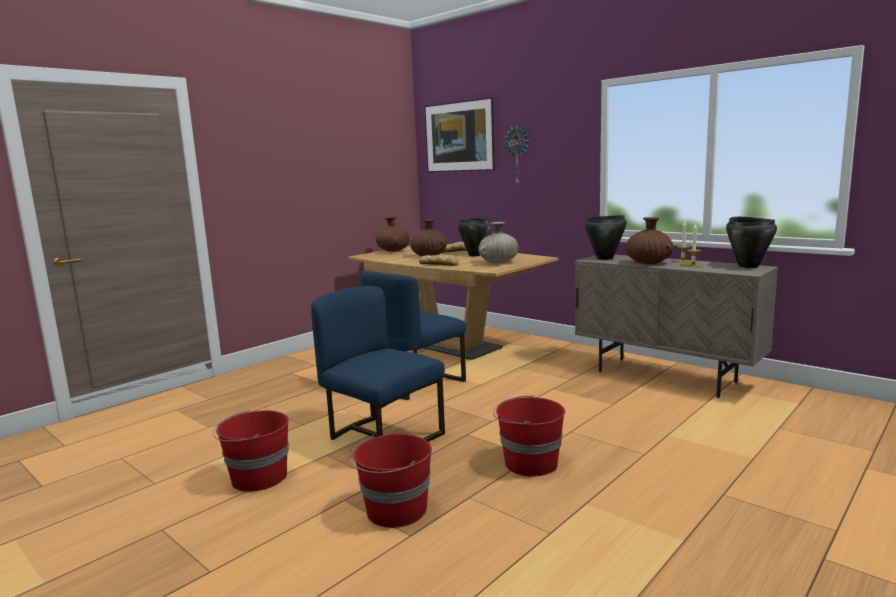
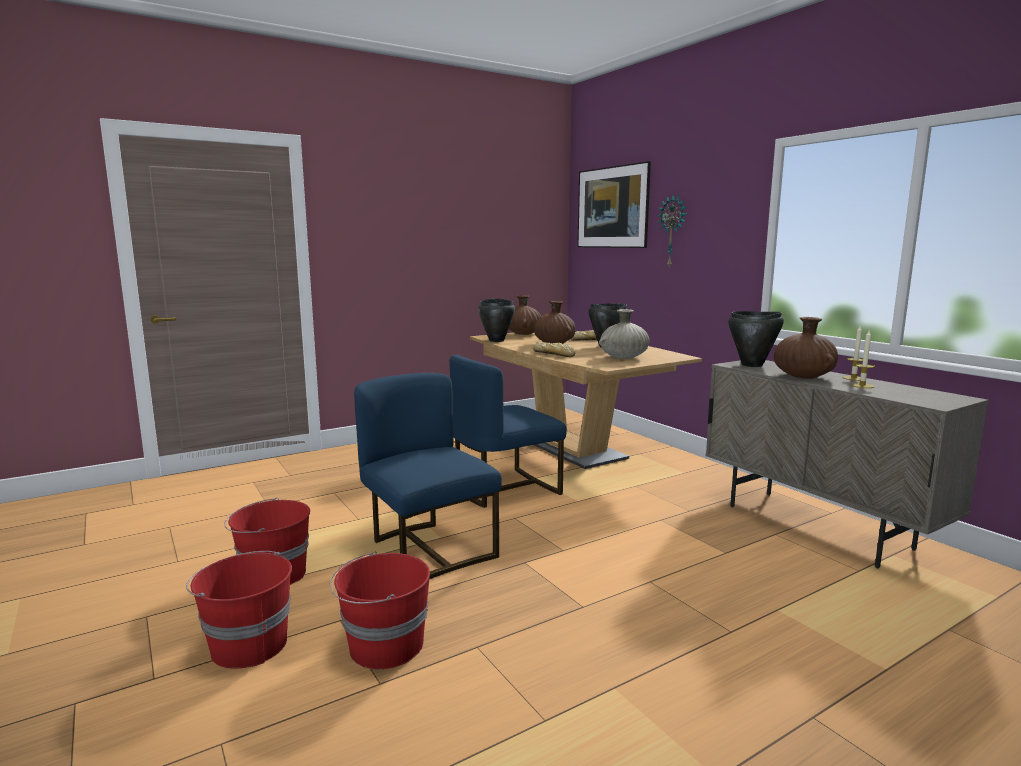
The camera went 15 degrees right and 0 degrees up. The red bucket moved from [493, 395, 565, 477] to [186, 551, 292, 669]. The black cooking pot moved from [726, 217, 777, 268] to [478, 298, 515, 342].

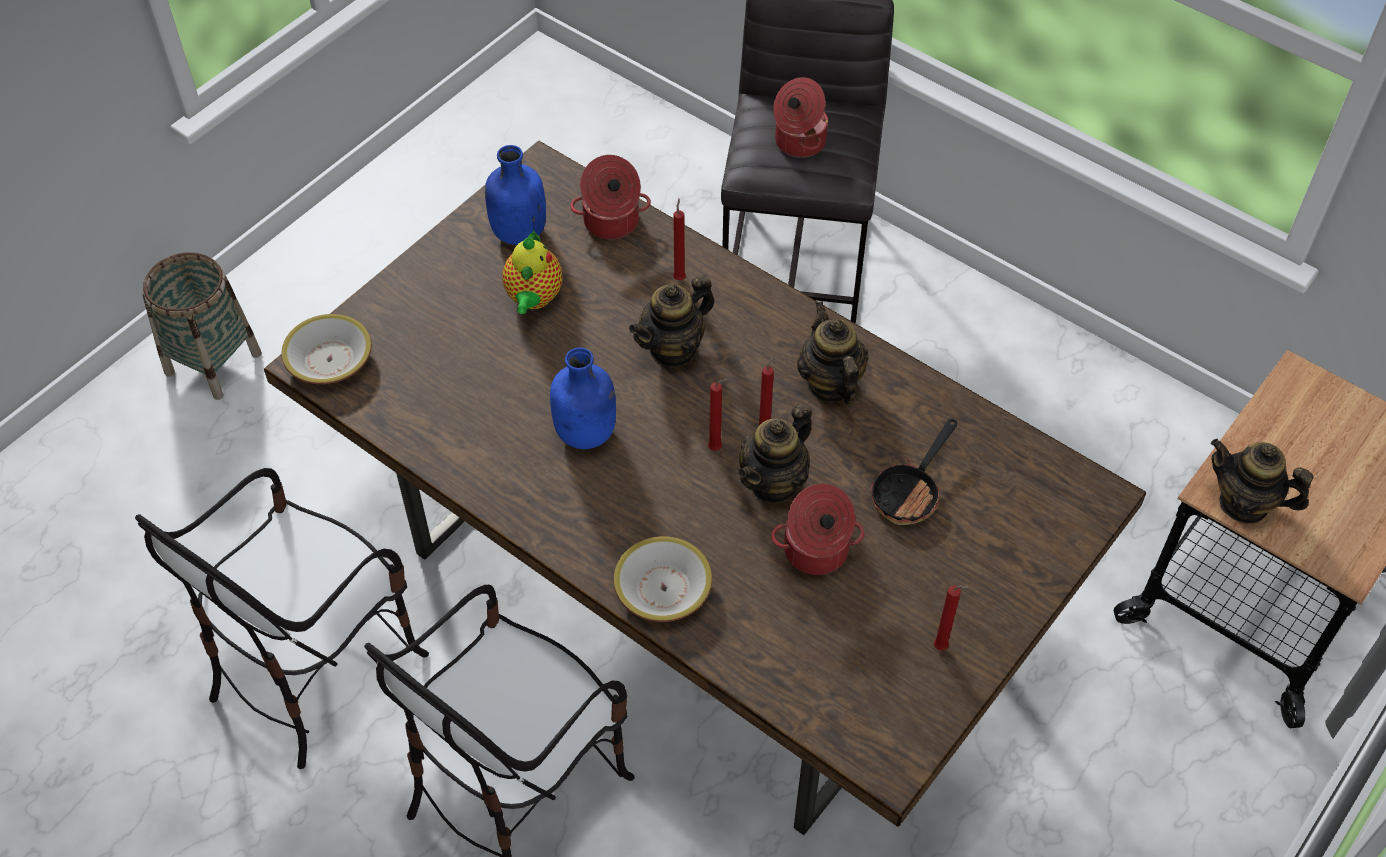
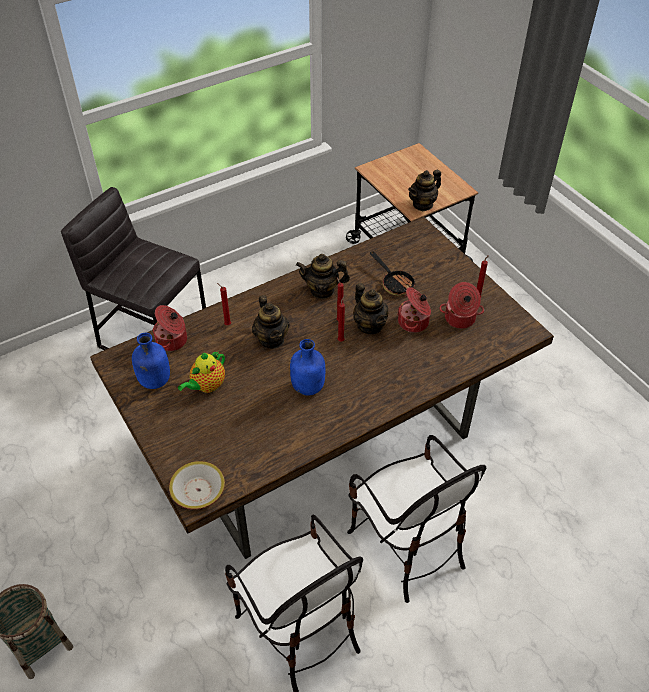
The camera went 70 degrees left and 5 degrees down. The teapot at [503, 230, 562, 314] turned 105 degrees clockwise. The cooking pot moved from [773, 77, 829, 158] to [439, 282, 484, 329]. The bowl at [613, 536, 712, 622] disappeared.

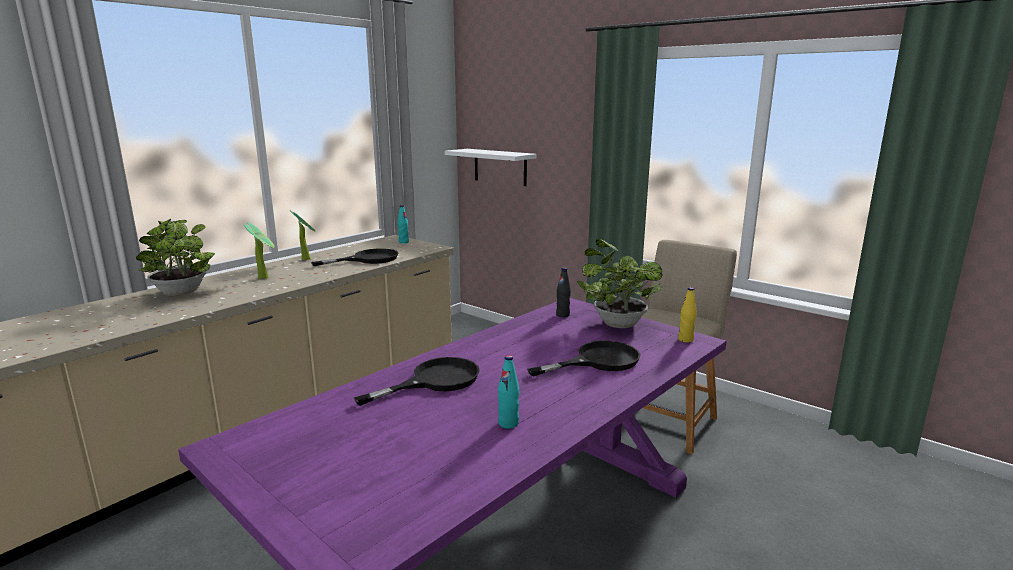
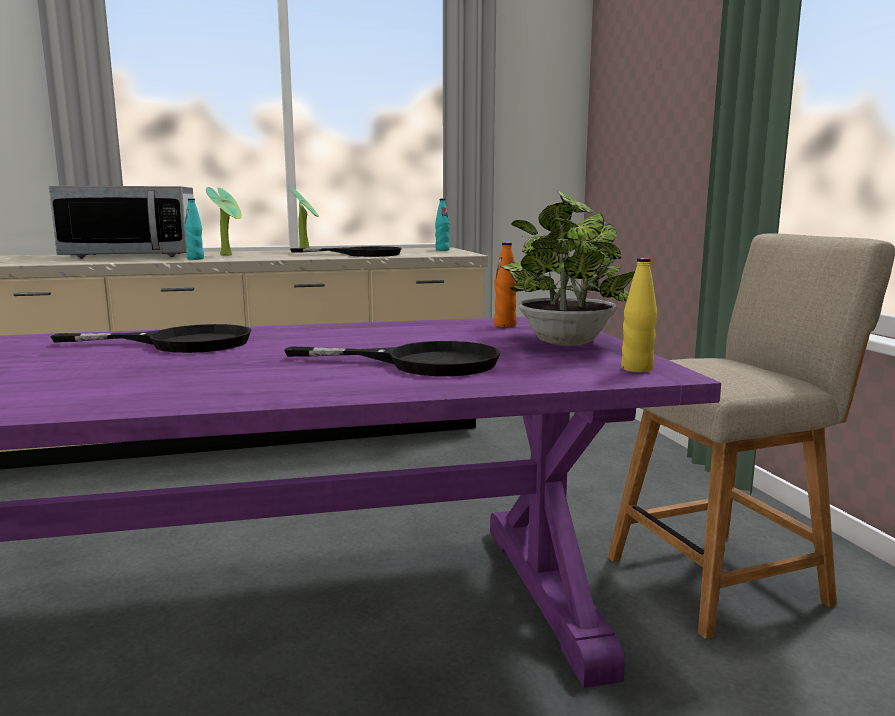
The camera went 35 degrees right and 5 degrees down. The potted plant at [136, 219, 215, 296] was replaced by the microwave at [48, 186, 194, 258]. The turquoise bottle moved from [498, 355, 519, 429] to [184, 198, 204, 260]. The black bottle at [556, 267, 571, 317] became the orange bottle at [494, 242, 517, 327]. The white shelf at [445, 149, 537, 186] disappeared.

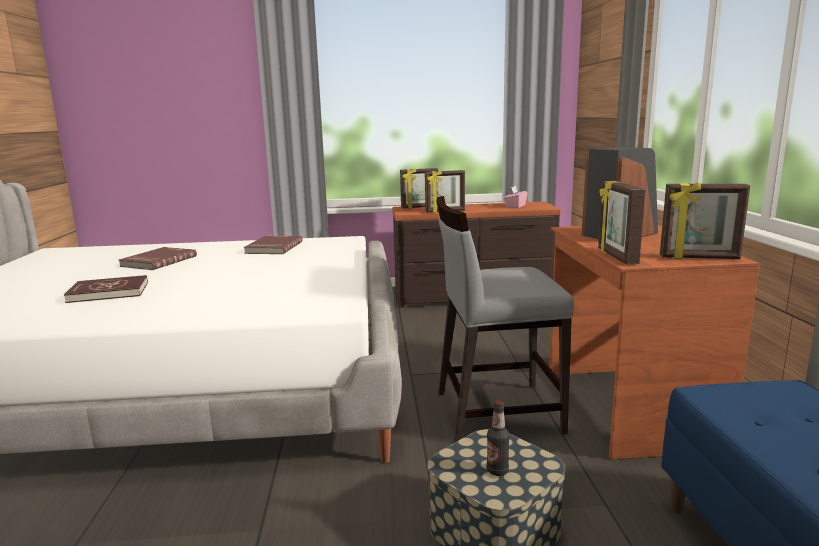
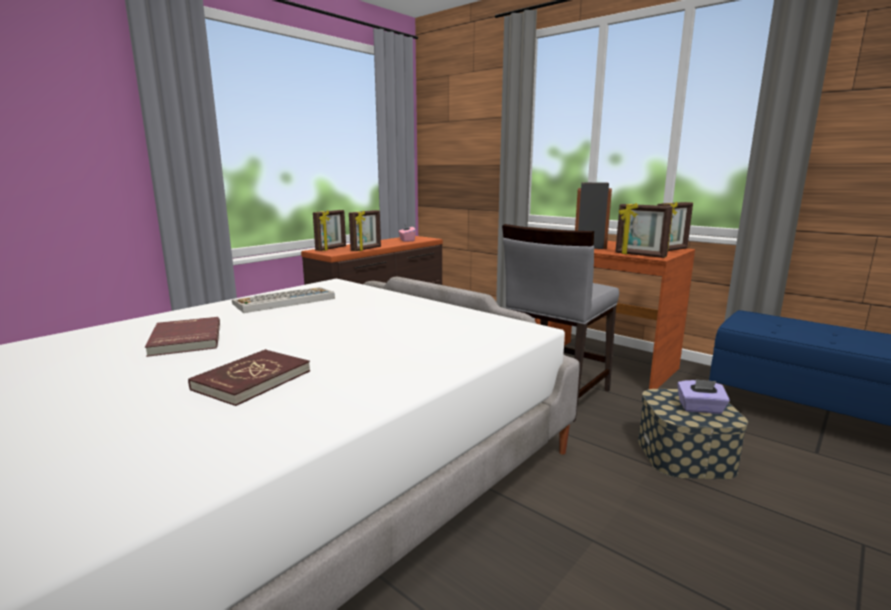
The camera went 45 degrees left and 0 degrees up. The red book at [244, 236, 303, 254] was replaced by the keyboard at [232, 287, 335, 313]. The bottle at [486, 400, 510, 476] was replaced by the purple tissue box at [677, 379, 730, 414].

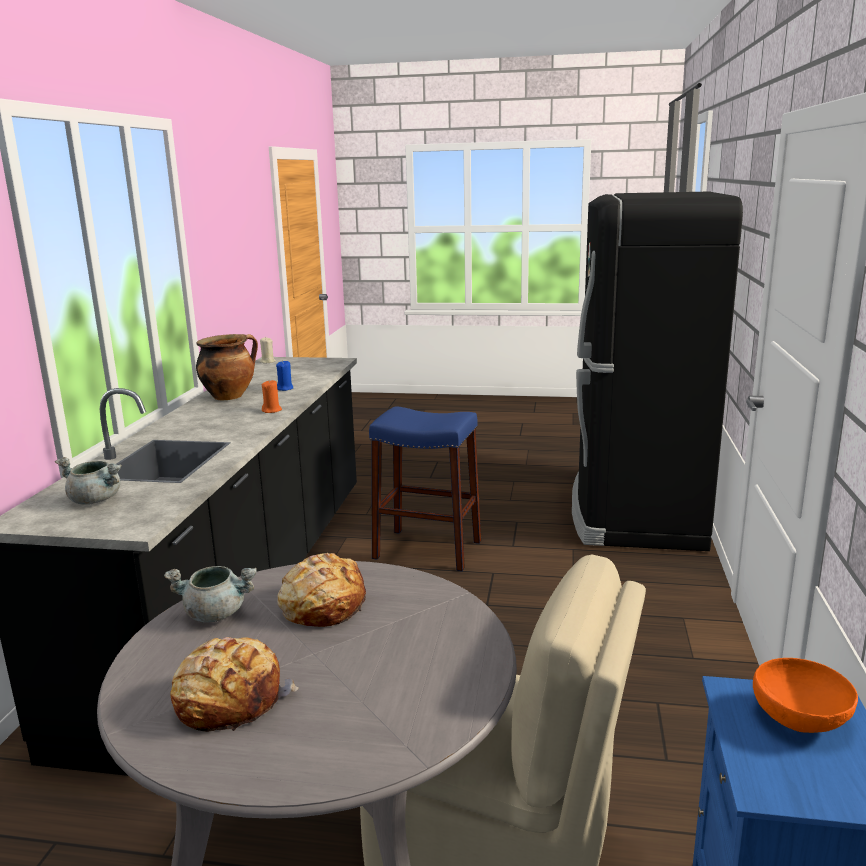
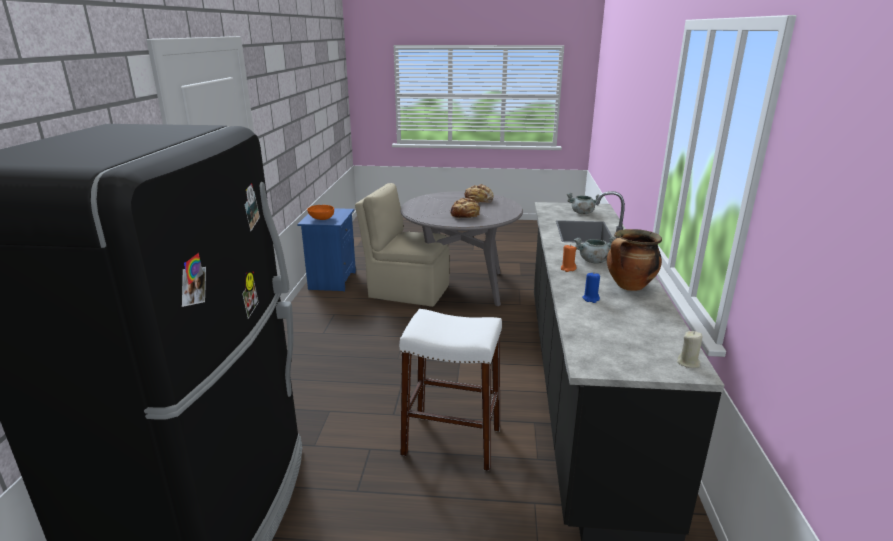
The camera went 175 degrees right and 5 degrees up. The blue stool at [369, 406, 481, 571] became the white stool at [399, 309, 502, 471]. The grey cooking pot moved from [164, 566, 257, 623] to [574, 237, 616, 263].

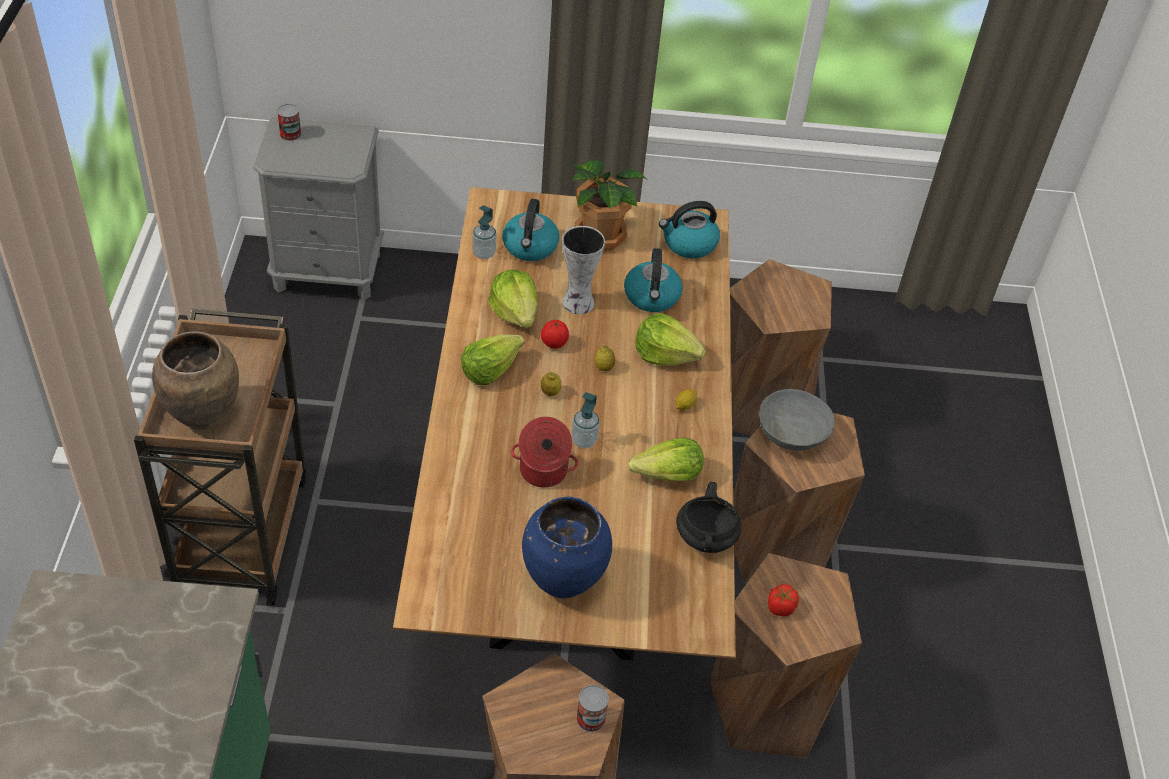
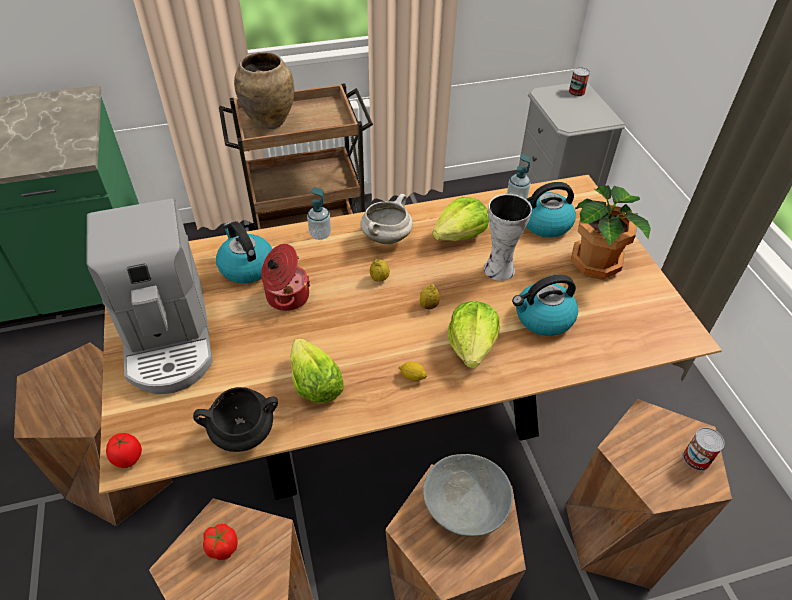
The camera went 75 degrees right and 0 degrees up. The blue vase at [522, 497, 612, 598] was replaced by the coffee machine at [86, 198, 213, 394]. The tomato moved from [541, 320, 569, 349] to [106, 433, 142, 468]. The kettle moved from [659, 201, 720, 259] to [216, 221, 272, 284]. The soap dispenser moved from [572, 392, 600, 448] to [307, 187, 331, 240]. The lettuce at [461, 334, 525, 385] was replaced by the white cooking pot at [360, 194, 413, 244]. The can moved from [576, 685, 609, 732] to [683, 427, 725, 471].

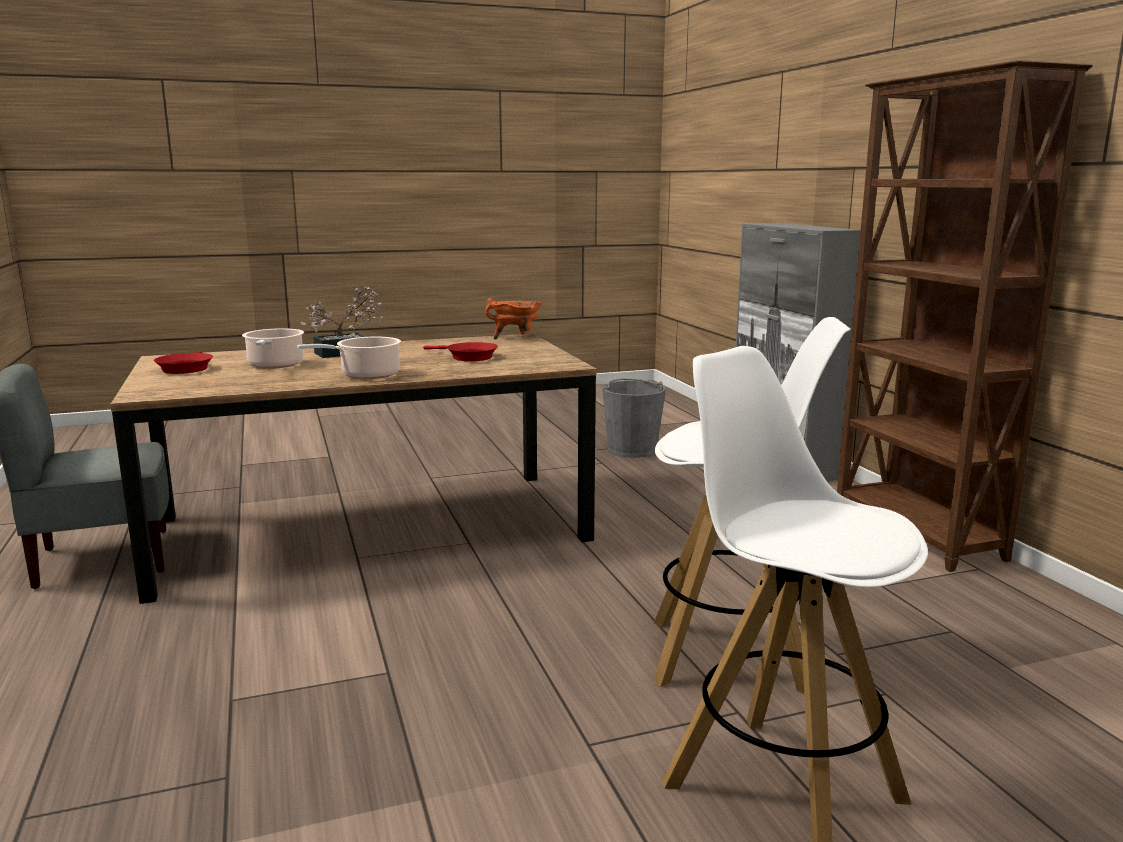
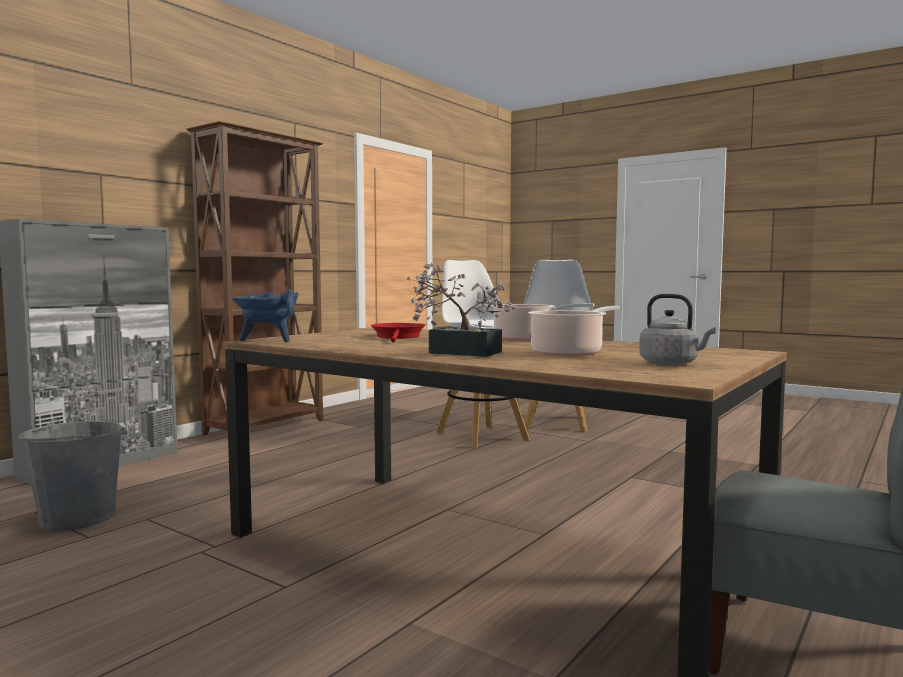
The camera went 125 degrees left and 10 degrees down. The orange cooking pot at [485, 298, 542, 340] became the blue cooking pot at [232, 289, 299, 342]. The red frying pan at [154, 351, 213, 374] was replaced by the grey kettle at [639, 294, 716, 365].

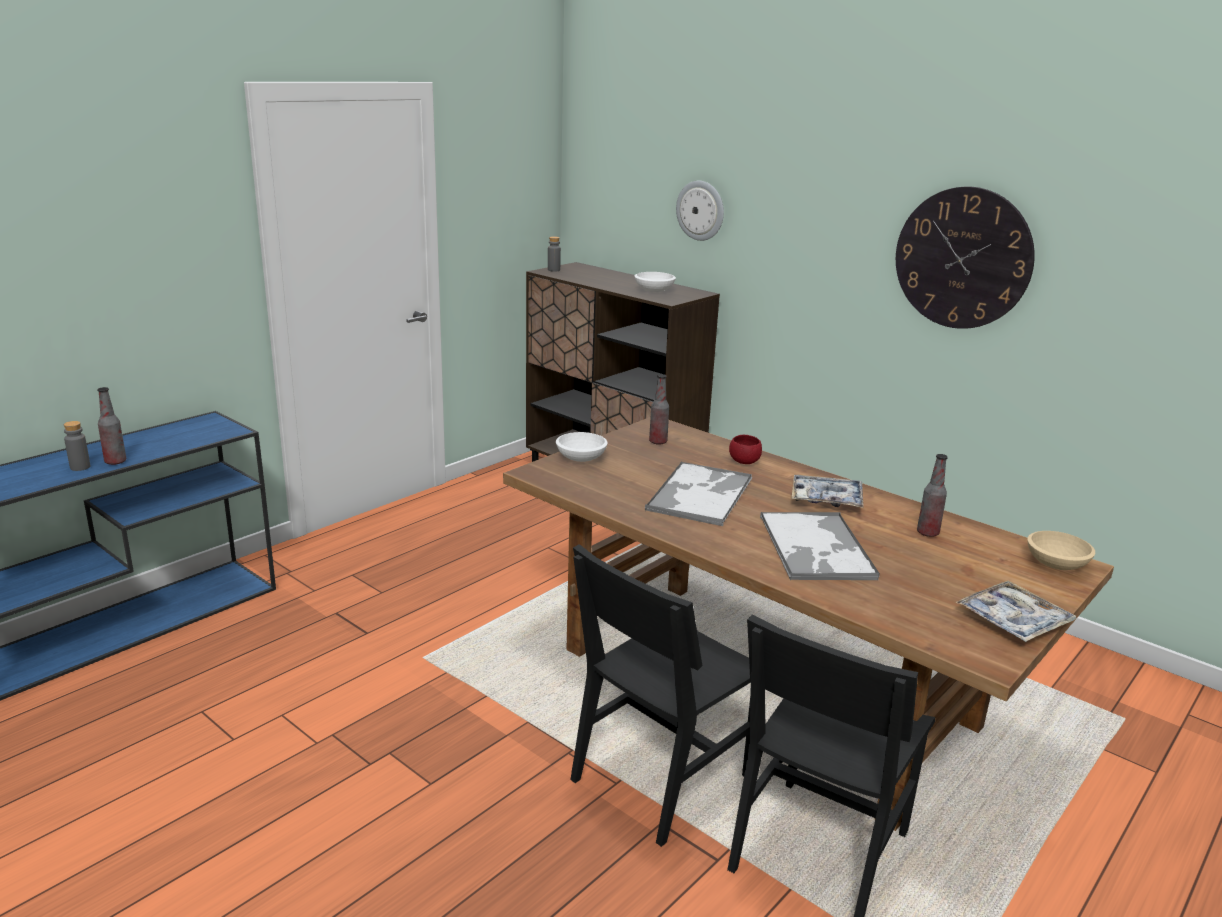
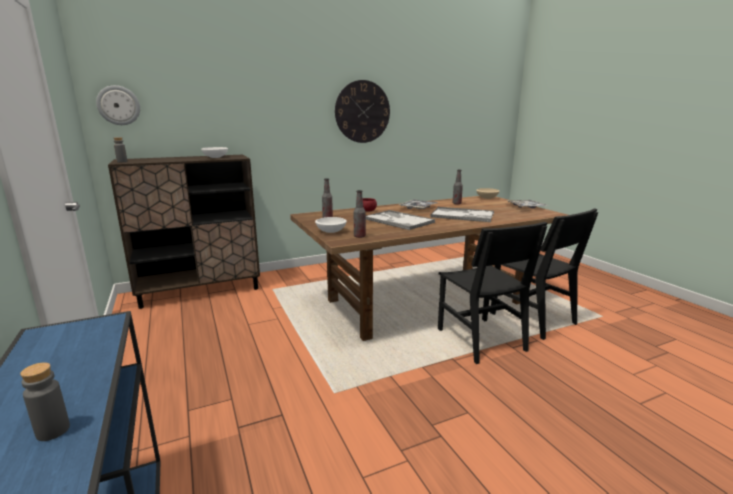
The camera went 65 degrees left and 5 degrees down. The wall clock moved from [676, 181, 724, 241] to [96, 85, 140, 125]. The bottle moved from [97, 387, 126, 465] to [354, 190, 366, 238].

